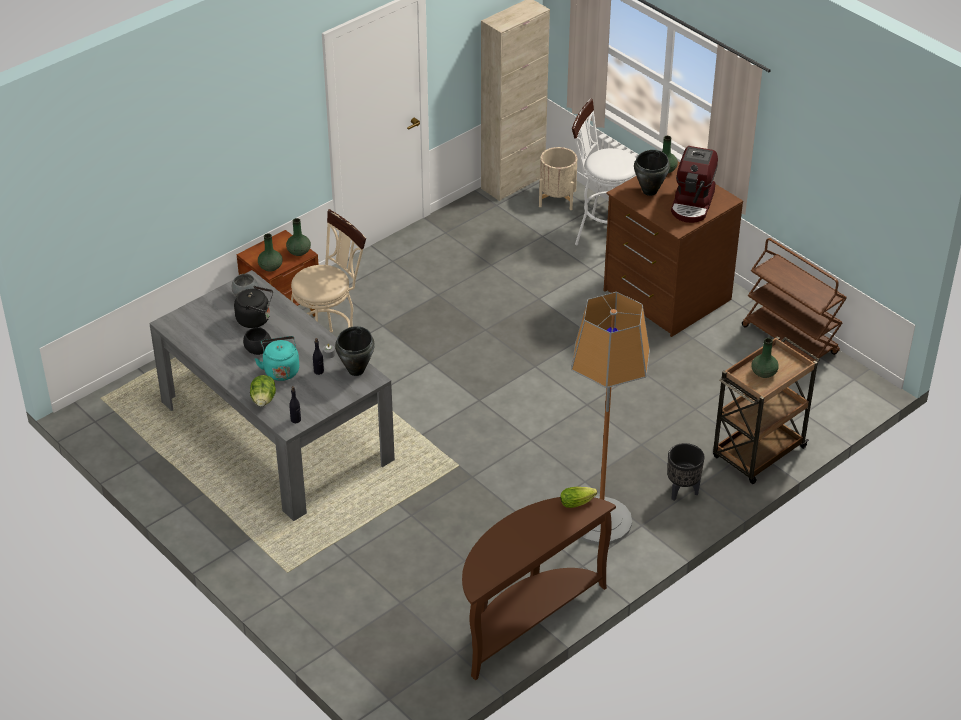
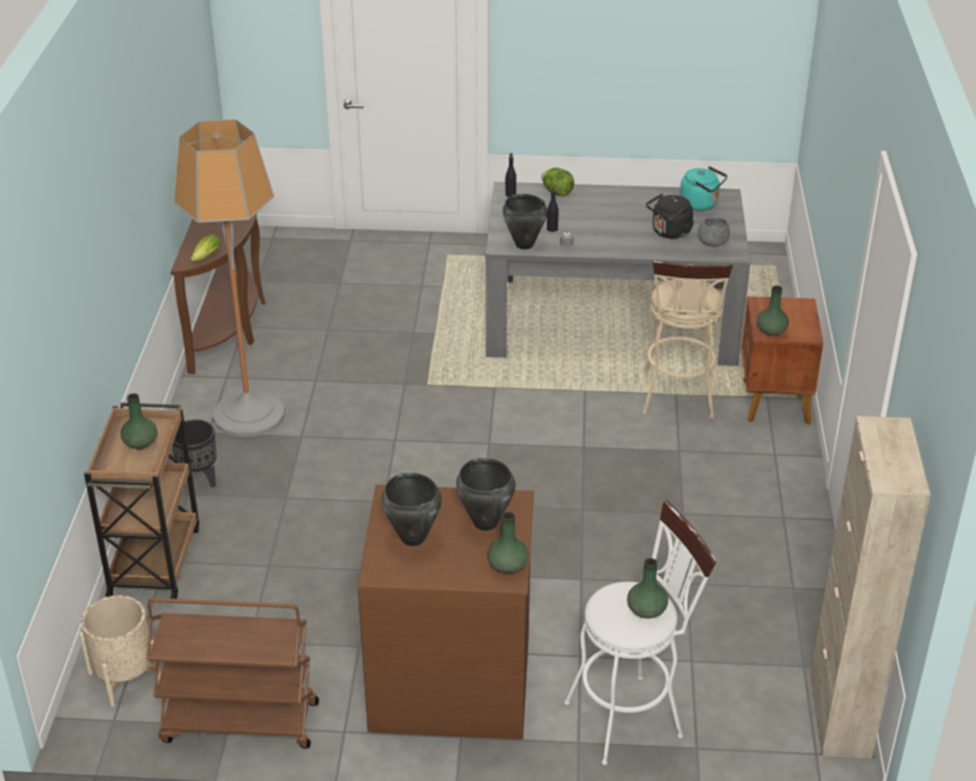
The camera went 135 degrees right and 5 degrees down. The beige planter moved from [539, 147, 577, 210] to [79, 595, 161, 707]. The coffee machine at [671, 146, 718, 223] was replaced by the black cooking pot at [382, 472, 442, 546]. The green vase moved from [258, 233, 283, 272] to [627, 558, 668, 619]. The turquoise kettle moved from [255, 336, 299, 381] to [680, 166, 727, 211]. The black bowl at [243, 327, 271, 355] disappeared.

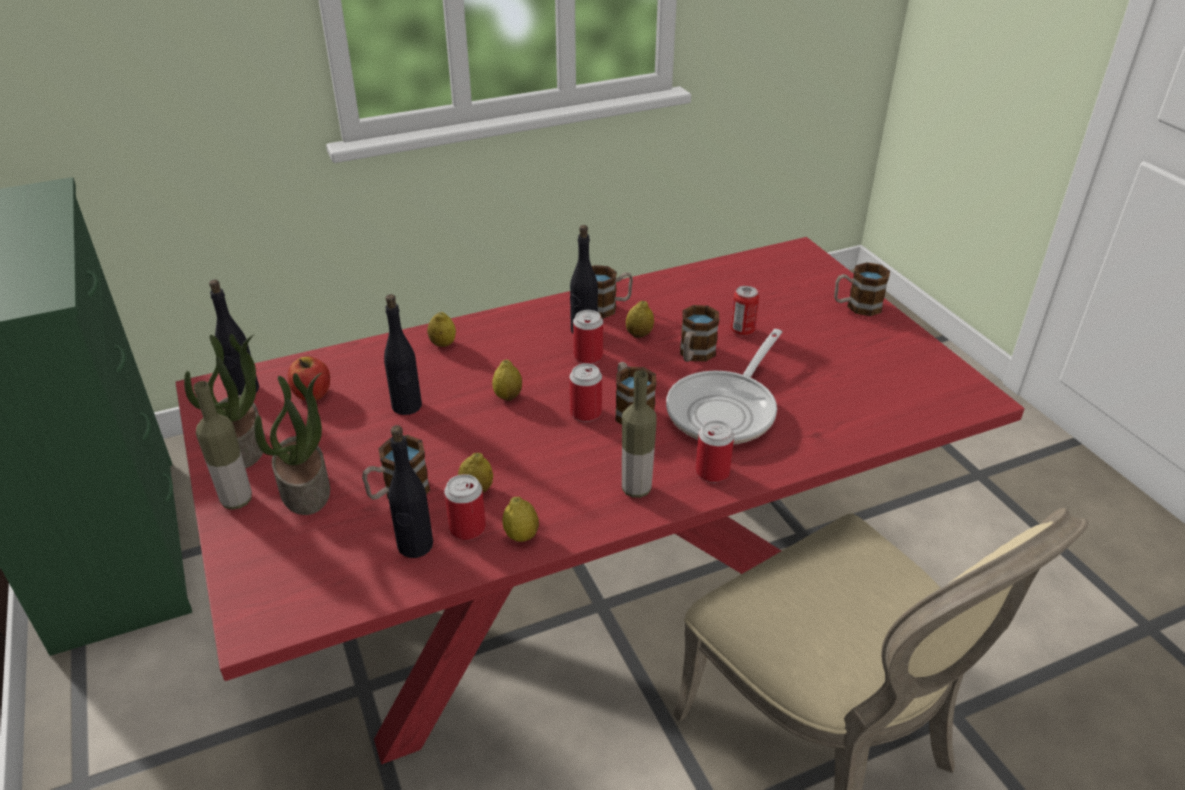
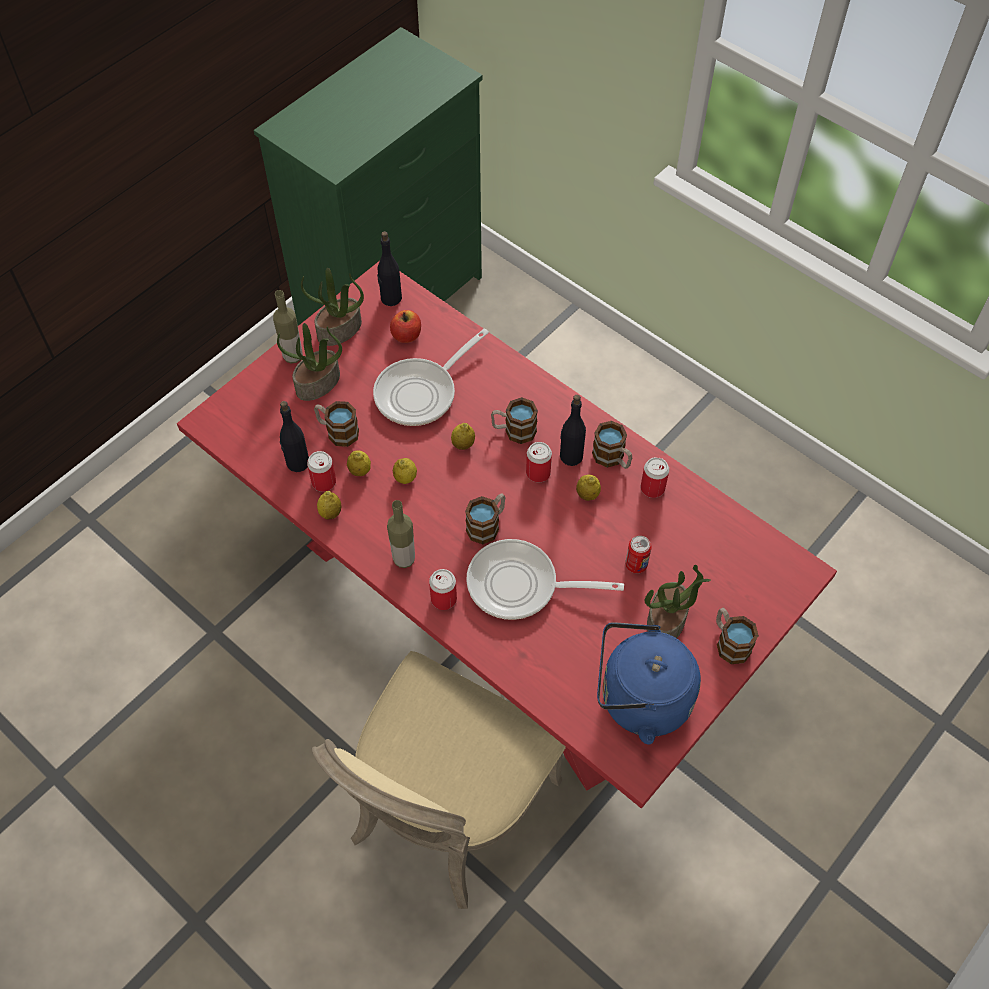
The camera went 65 degrees right and 20 degrees up. The black bottle at [384, 294, 422, 415] was replaced by the frying pan at [373, 329, 489, 426]. The lemon moved from [427, 312, 456, 347] to [393, 458, 417, 484]. The mug moved from [680, 305, 719, 362] to [491, 397, 538, 444]. The blue kettle at [597, 622, 701, 744] appeared. The can moved from [570, 363, 602, 422] to [641, 457, 669, 498]. The potted plant at [645, 565, 711, 638] appeared.

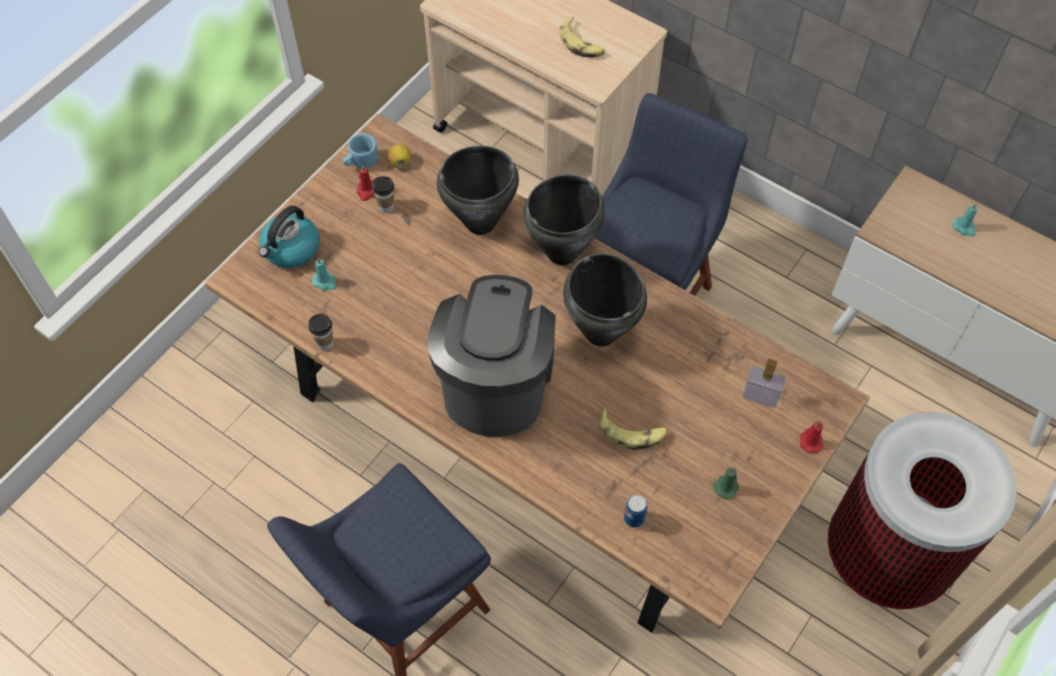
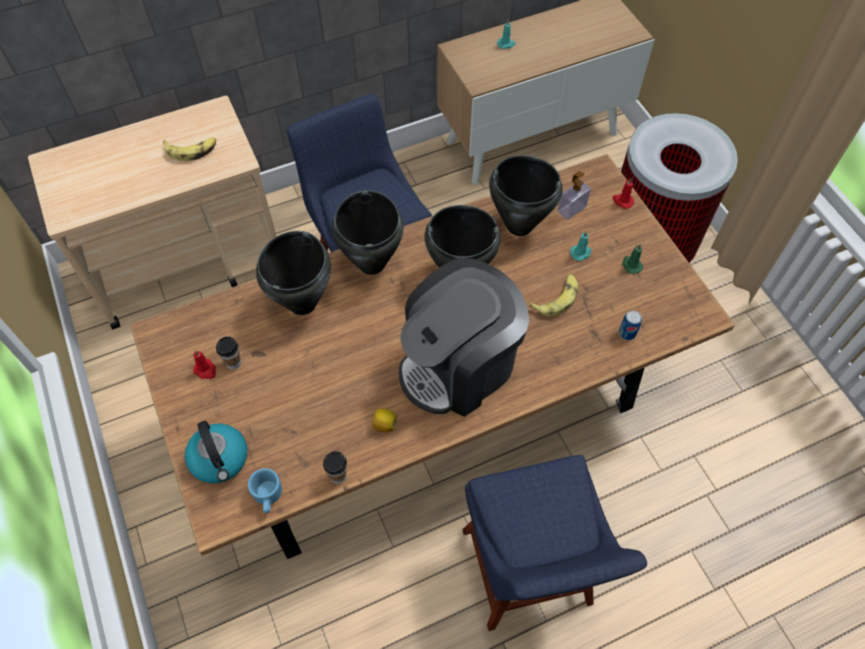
The camera went 60 degrees left and 0 degrees up. The blue mug moved from [343, 134, 378, 168] to [248, 468, 282, 513]. The lemon moved from [388, 144, 411, 169] to [372, 408, 397, 432]. The coffee machine at [428, 275, 556, 437] turned 75 degrees counterclockwise. The black cooking pot at [489, 155, 563, 236] appeared. The turquoise candle moved from [312, 258, 336, 290] to [570, 231, 592, 261].

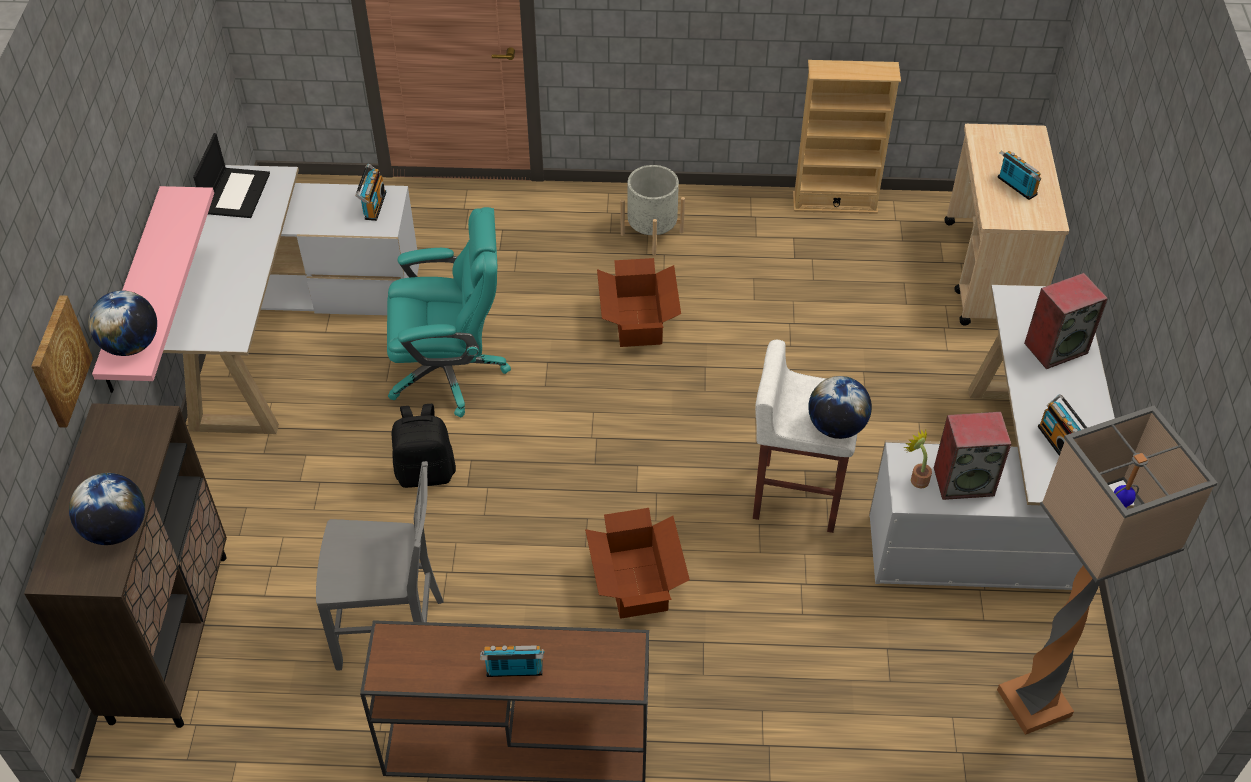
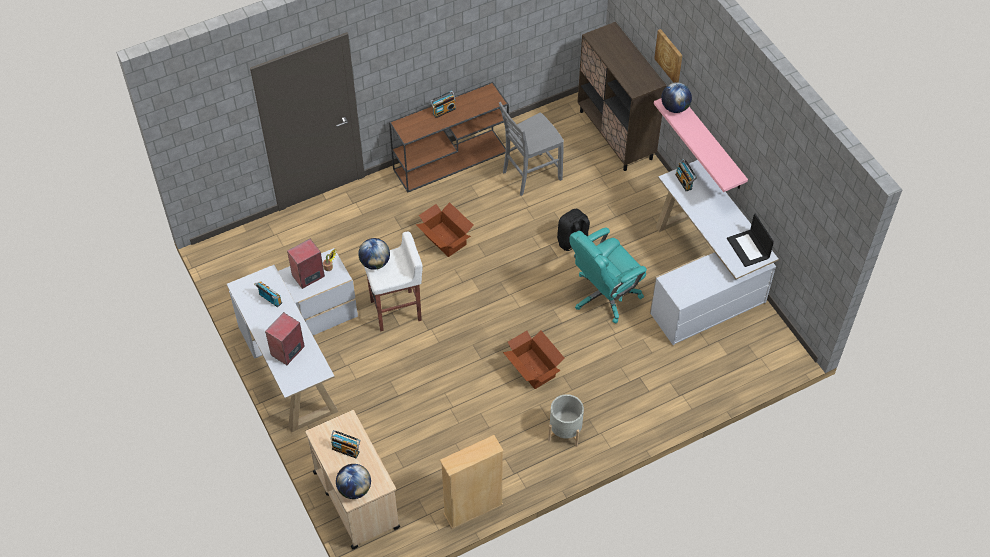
The camera went 150 degrees right and 5 degrees up. The globe moved from [69, 473, 145, 545] to [336, 464, 371, 499]. The radio moved from [355, 164, 386, 221] to [675, 159, 697, 191]. The floor lamp at [997, 406, 1218, 735] disappeared.

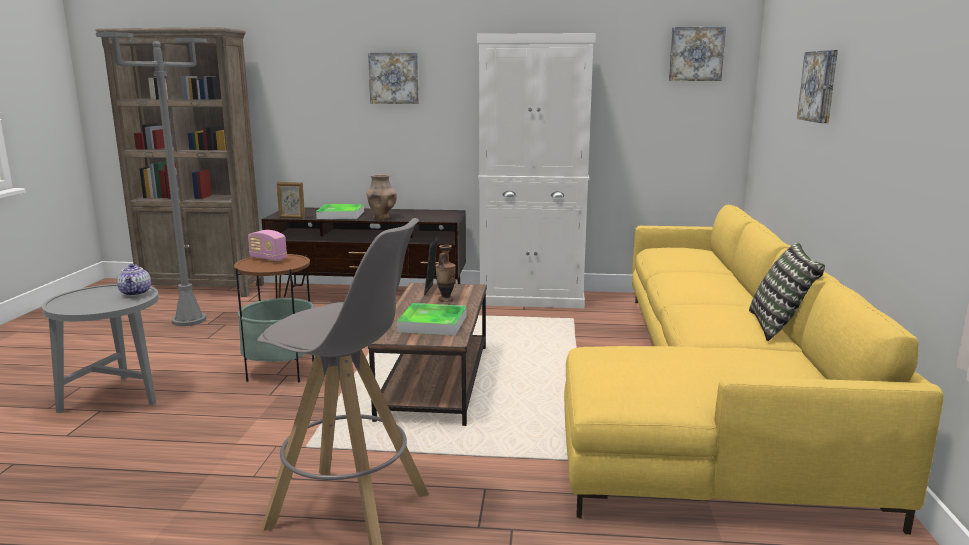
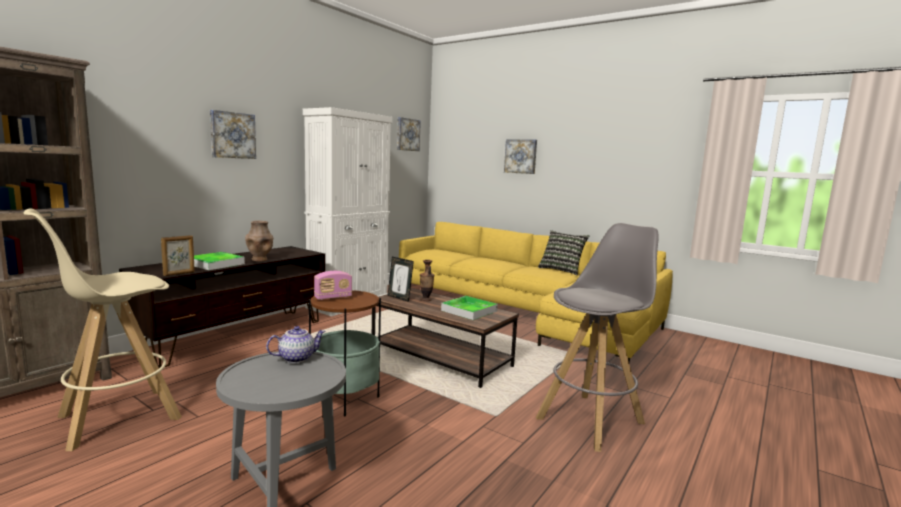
The camera went 60 degrees left and 5 degrees down. The grey floor lamp at [96, 32, 207, 326] was replaced by the beige stool at [24, 209, 182, 451]. The teapot at [117, 264, 151, 296] turned 45 degrees counterclockwise.

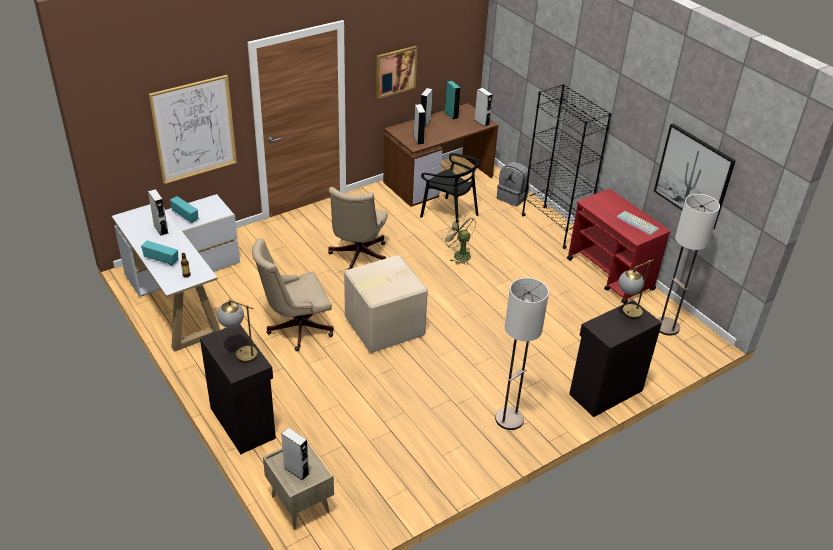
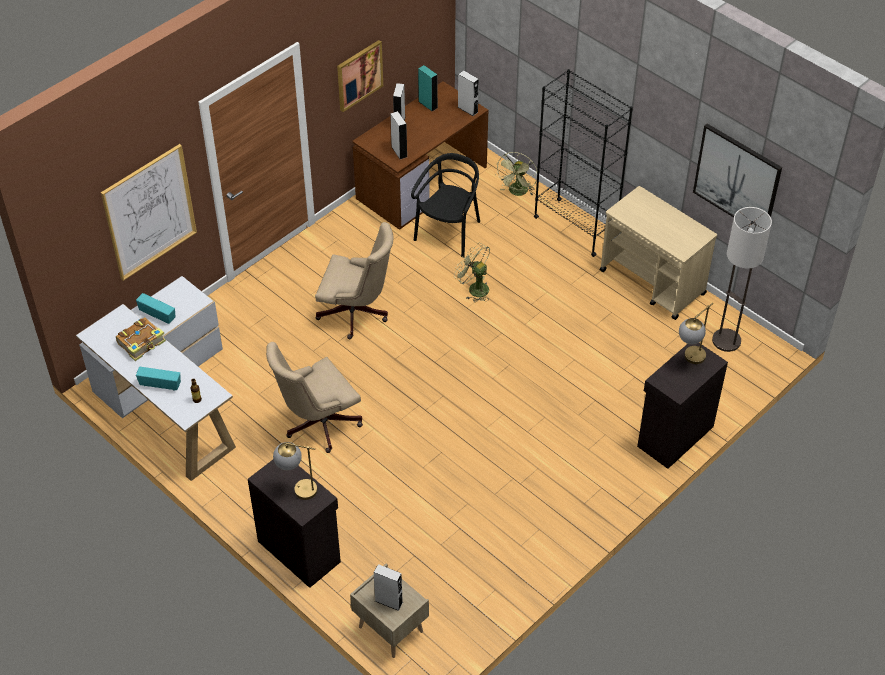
The camera went 10 degrees left and 10 degrees up. The grey speaker at [148, 189, 169, 236] was replaced by the book at [116, 317, 166, 361]. The beige office chair at [328, 187, 388, 270] turned 75 degrees counterclockwise. The black chair at [420, 153, 480, 229] turned 90 degrees counterclockwise. The grey backpack at [497, 161, 530, 206] was replaced by the green fan at [495, 152, 537, 196]. The red cart at [567, 189, 671, 304] became the beige cart at [600, 186, 717, 320]. The cardboard box at [344, 255, 428, 353] disappeared. The floor lamp at [495, 278, 549, 430] disappeared. The keyboard at [617, 211, 659, 235] disappeared.

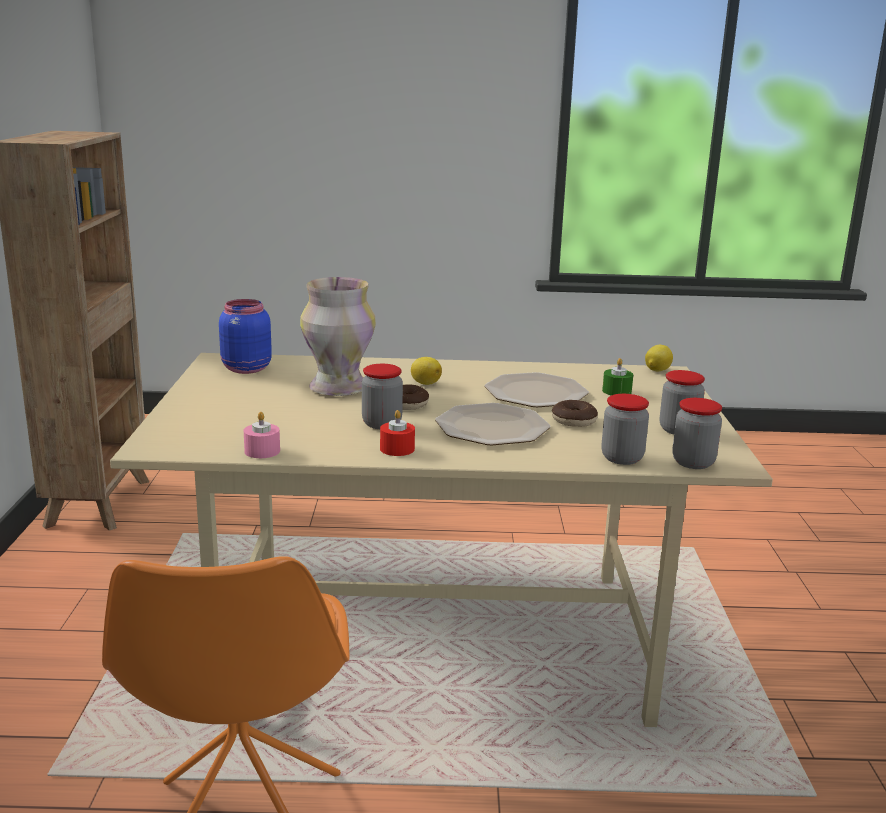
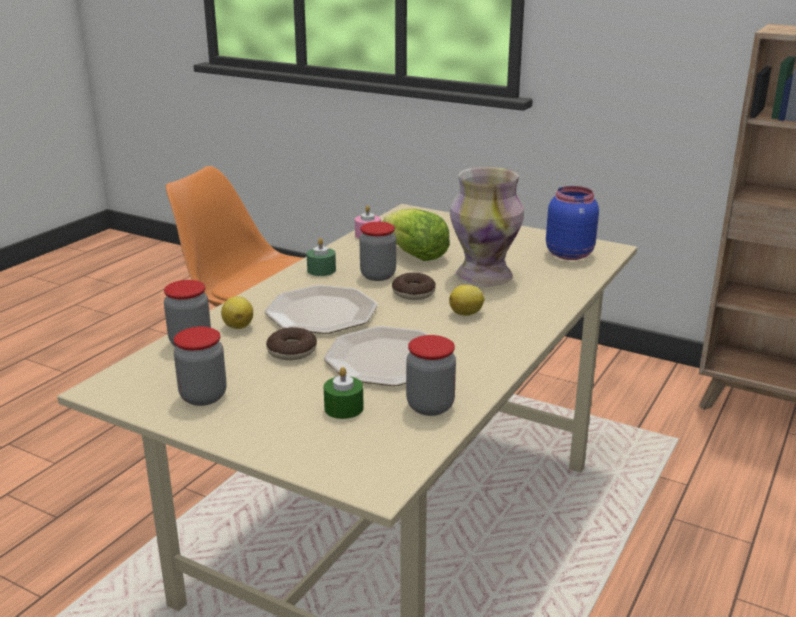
The camera went 120 degrees right and 5 degrees up. The lemon moved from [645, 345, 673, 371] to [221, 296, 253, 329]. The red candle at [380, 410, 415, 456] became the green candle at [307, 238, 336, 276]. The lettuce at [382, 209, 450, 261] appeared. The jar moved from [672, 398, 722, 469] to [406, 335, 456, 416].

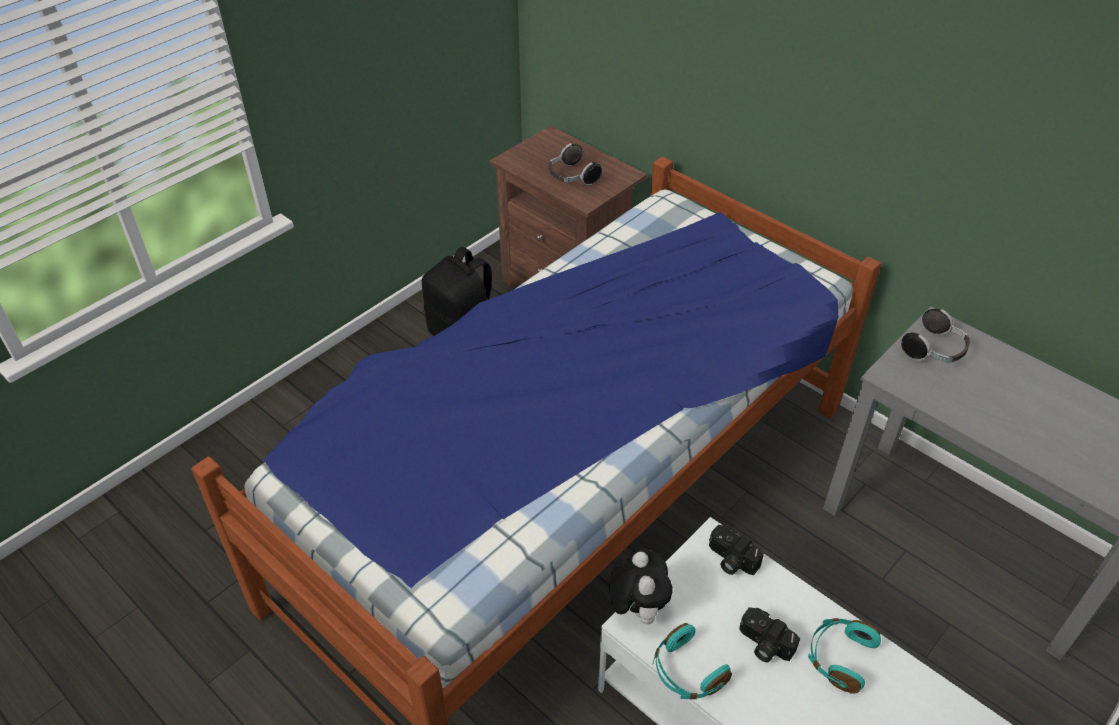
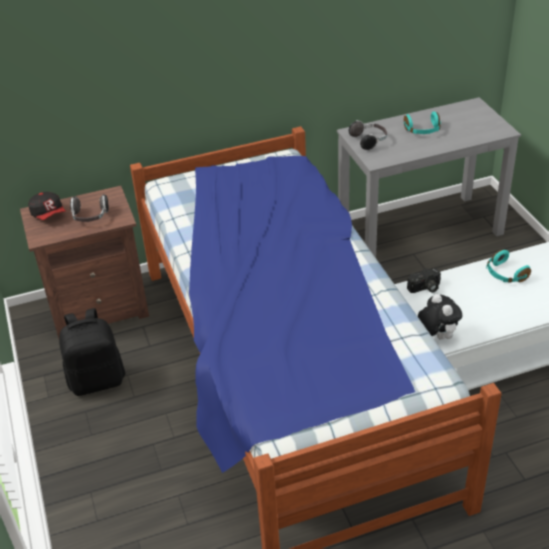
The camera went 60 degrees left and 5 degrees down. The cap at [28, 192, 66, 220] appeared. The turquoise headphones moved from [652, 623, 732, 699] to [404, 111, 441, 134]. The plush toy at [609, 549, 673, 624] turned 45 degrees clockwise. The photo camera at [739, 607, 800, 662] disappeared.

